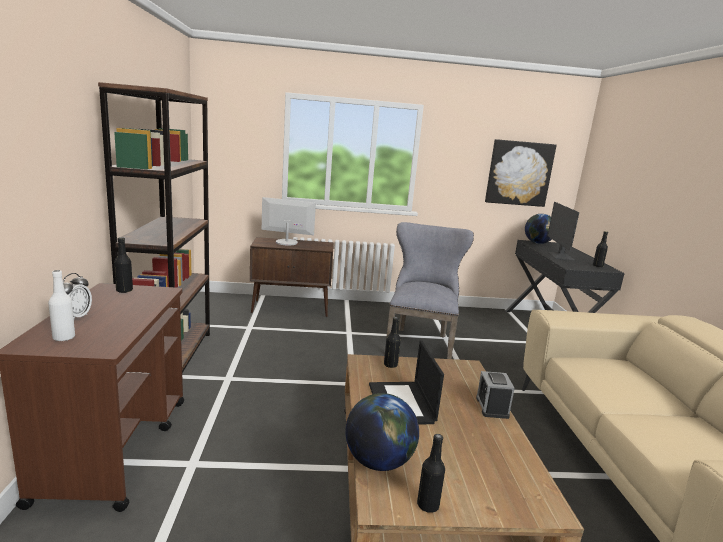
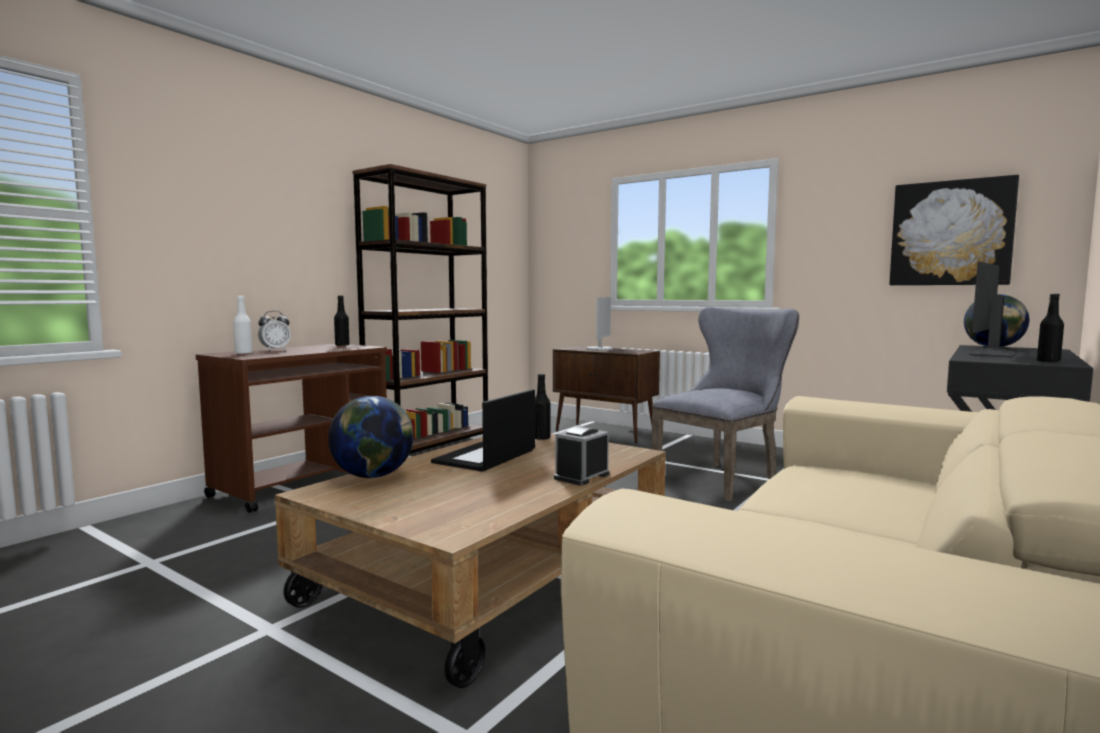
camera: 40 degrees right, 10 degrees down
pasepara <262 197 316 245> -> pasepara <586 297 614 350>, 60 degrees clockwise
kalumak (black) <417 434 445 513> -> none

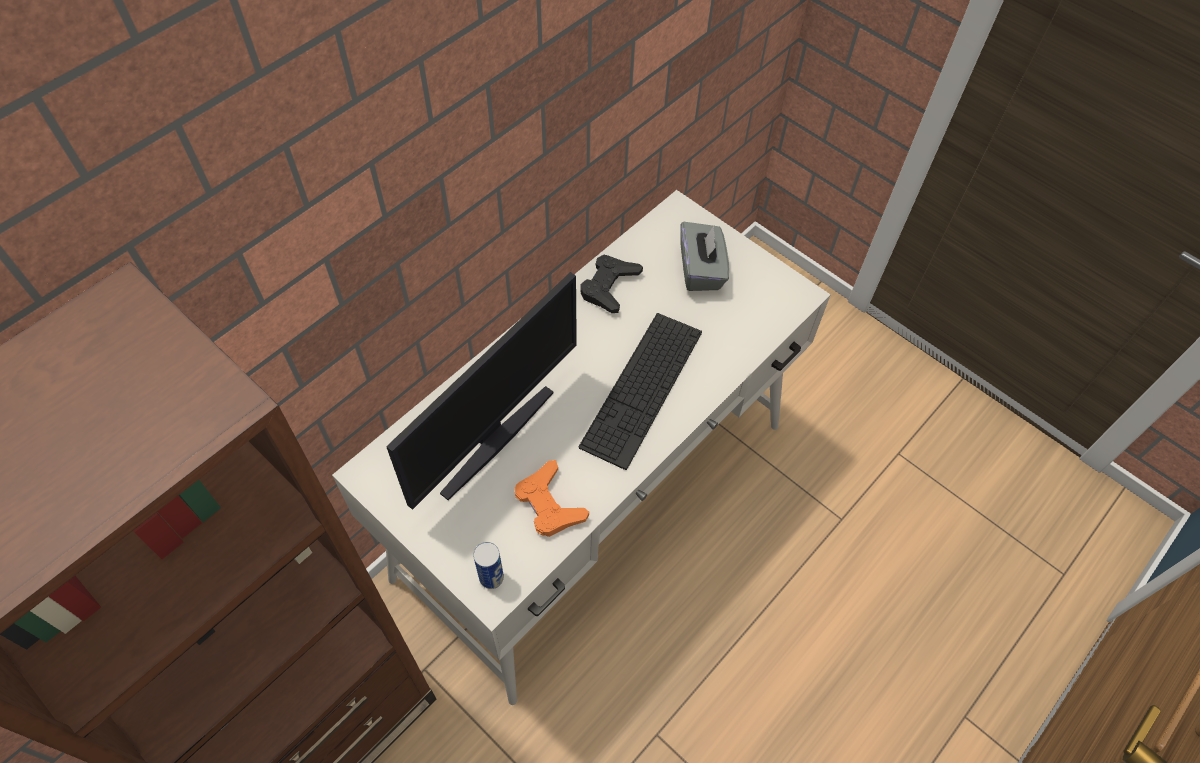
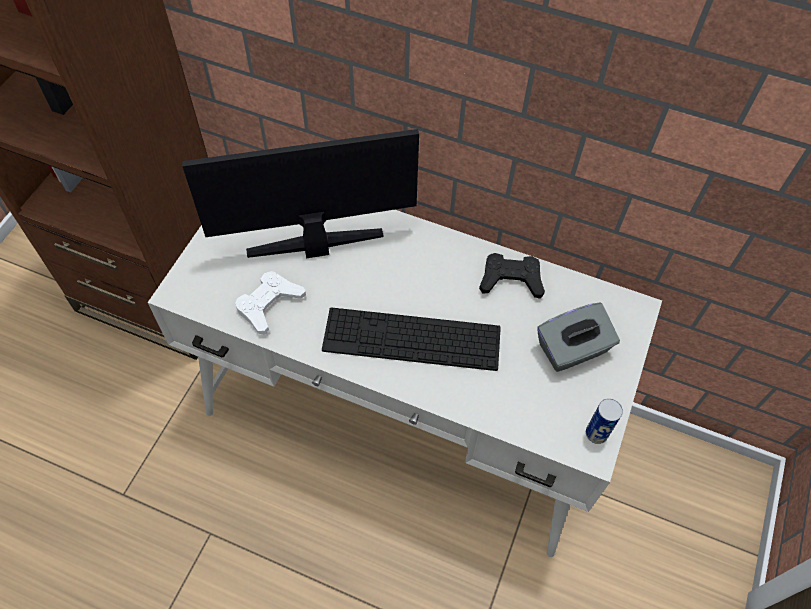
camera: 70 degrees right, 0 degrees up
pasepara <386 272 577 510> -> pasepara <182 129 419 258>, 150 degrees clockwise
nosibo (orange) <515 460 589 537> -> nosibo (white) <235 271 306 335>
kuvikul <473 542 504 589> -> kuvikul <586 399 623 444>, move

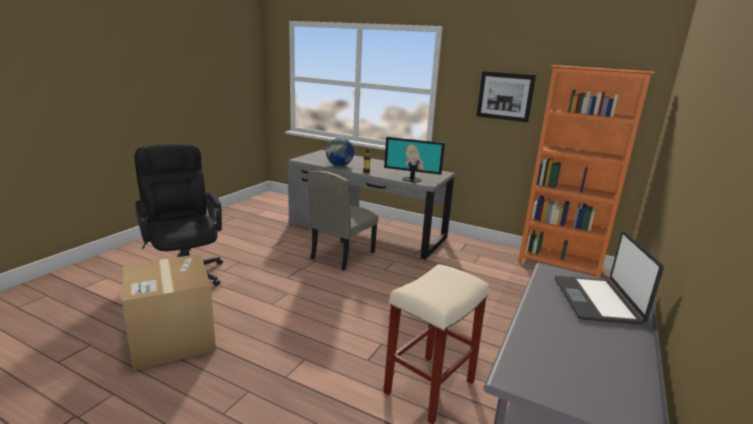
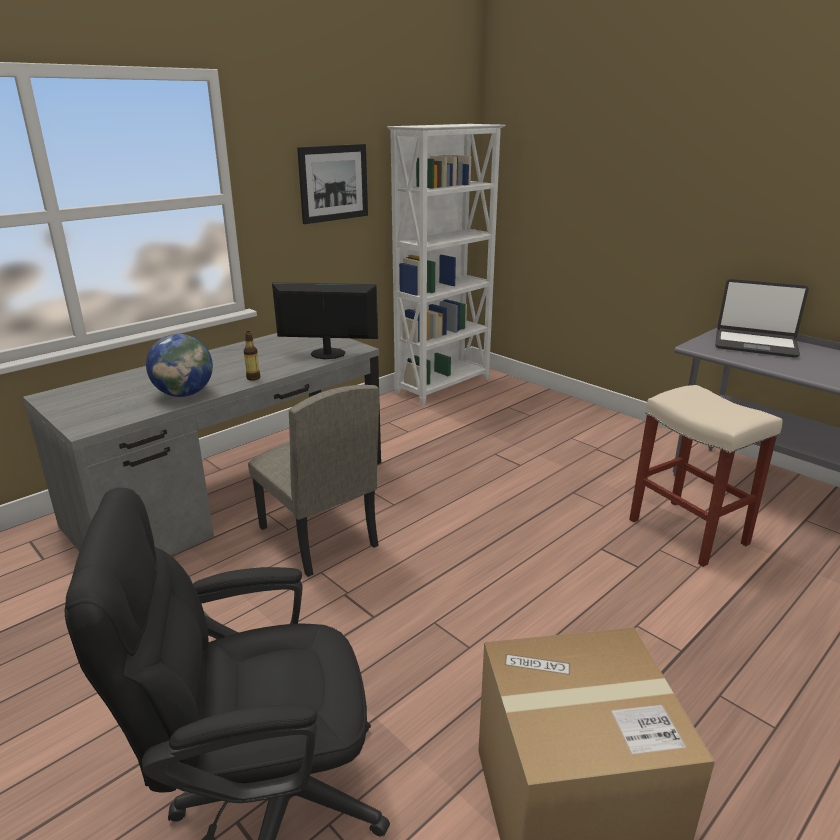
camera: 70 degrees left, 5 degrees up
pasepara <384 137 445 183> -> pasepara <272 282 378 359>, 120 degrees counterclockwise
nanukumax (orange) <518 65 655 278> -> nanukumax (white) <387 124 506 405>

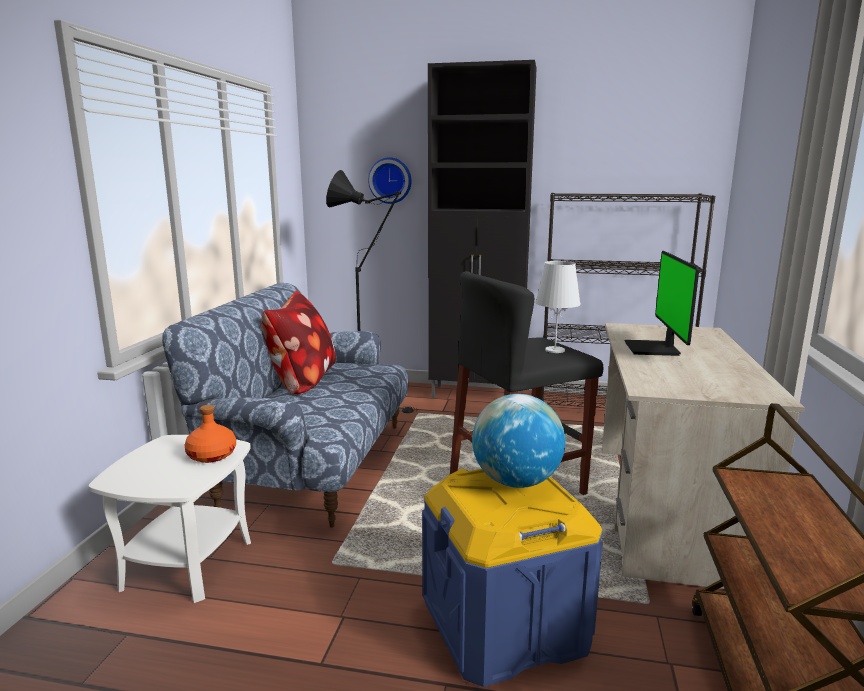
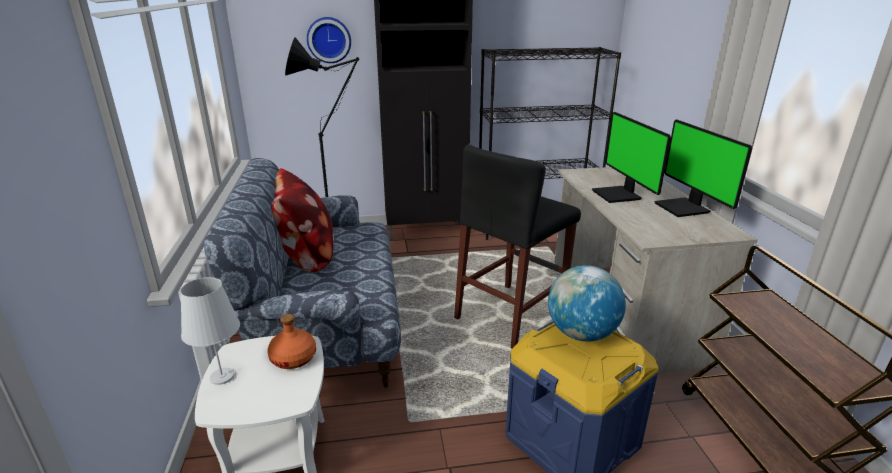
camera: 20 degrees left, 10 degrees up
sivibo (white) <535 261 581 353> -> sivibo (white) <180 277 240 385>, move
none -> pasepara <654 120 752 217>

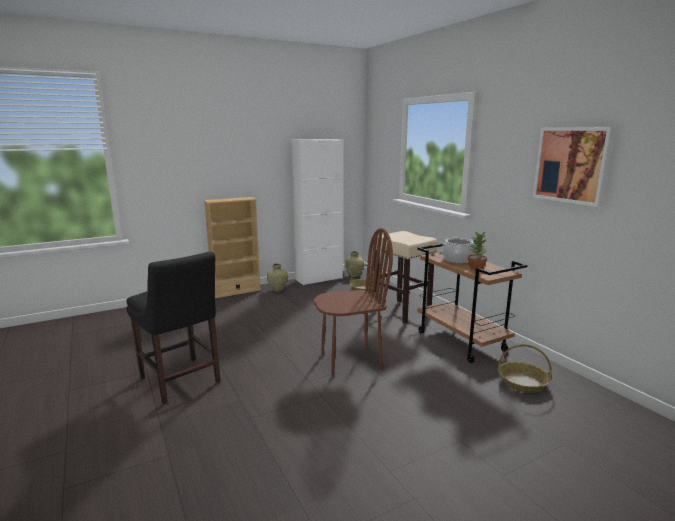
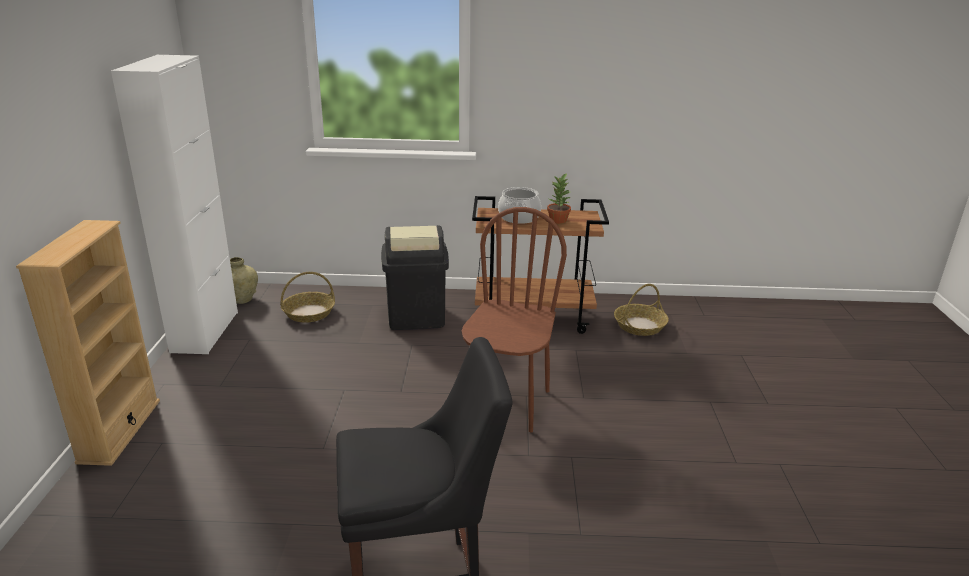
camera: 60 degrees left, 10 degrees up
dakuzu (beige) <374 231 438 323> -> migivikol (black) <381 225 449 330>
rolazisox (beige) <267 263 288 292> -> none
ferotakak <533 127 614 207> -> none

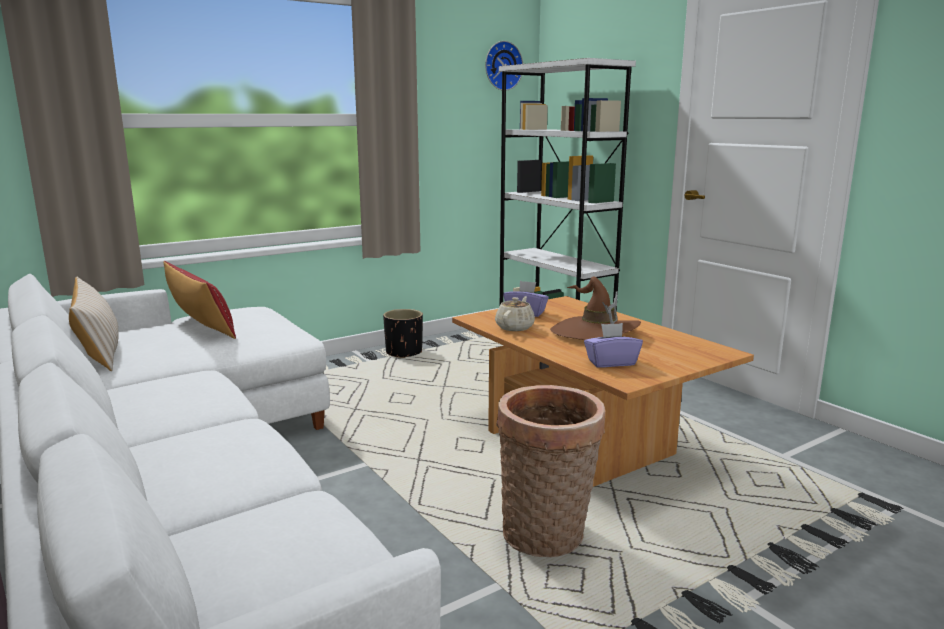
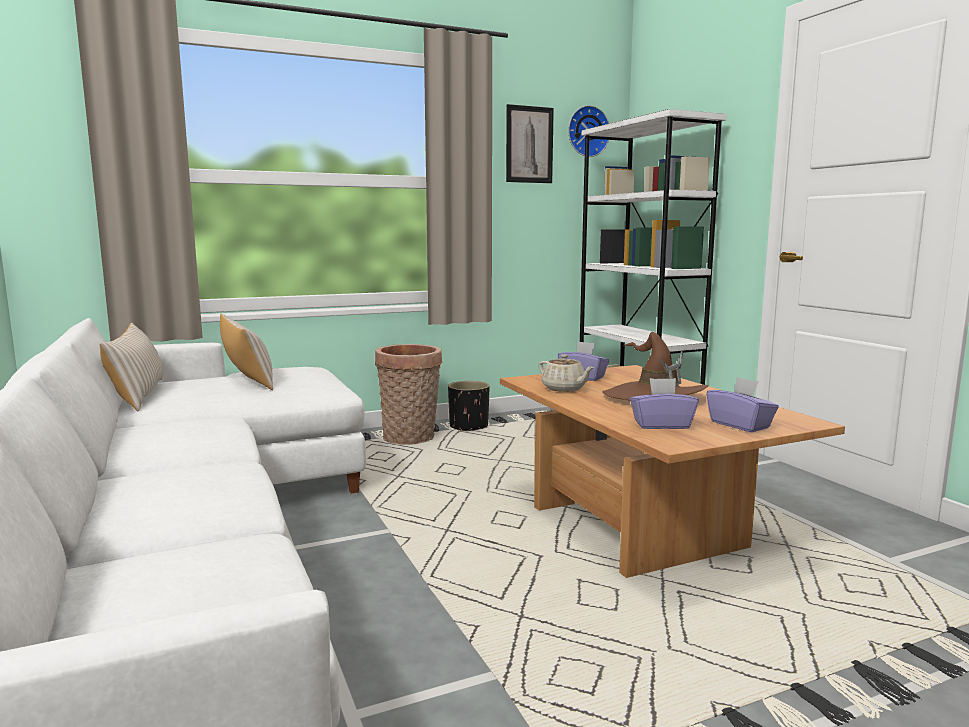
camera: 10 degrees right, 5 degrees down
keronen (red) <163 261 236 339> -> keronen (beige) <220 314 273 390>
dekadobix <496 385 605 557> -> dekadobix <375 344 442 445>, move
none -> ferotakak <506 104 554 183>
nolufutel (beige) <495 296 535 331> -> nolufutel (beige) <539 354 594 392>, 105 degrees clockwise
none -> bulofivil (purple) <706 377 779 432>

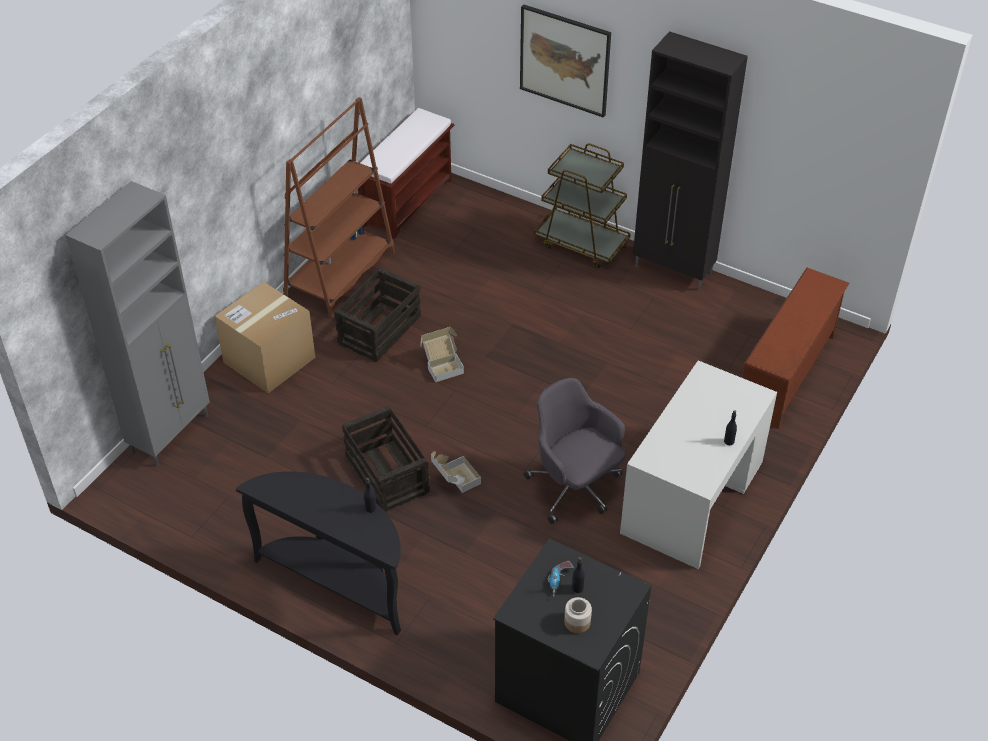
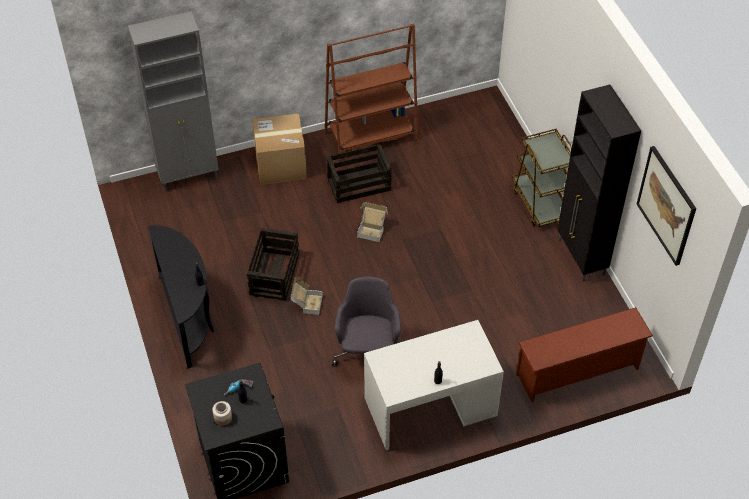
camera: 40 degrees right, 5 degrees up
ferotakak <520 4 611 118> -> ferotakak <637 146 696 266>, move
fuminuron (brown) <358 108 454 239> -> none

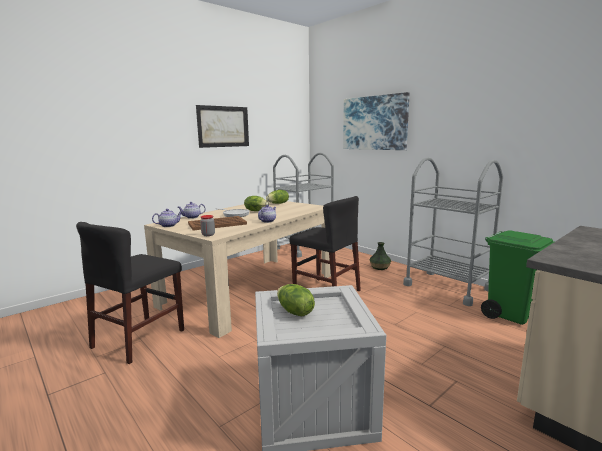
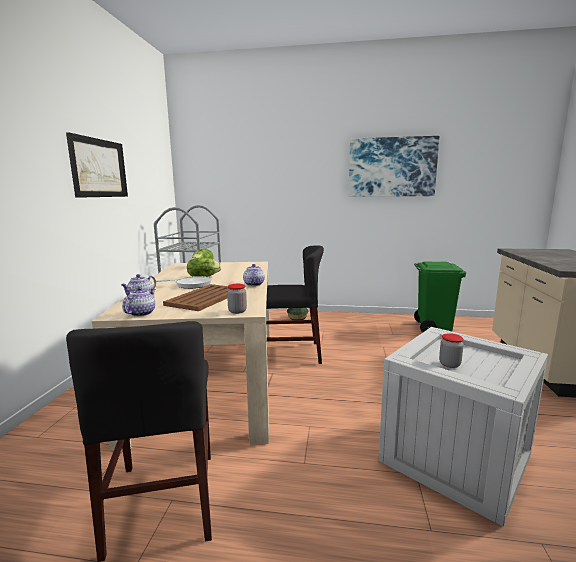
camera: 40 degrees left, 0 degrees up
ferotakak <343 92 410 150> -> ferotakak <348 136 439 197>, move
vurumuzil <277 284 315 316> -> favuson <439 333 464 368>
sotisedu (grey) <403 157 503 306> -> none

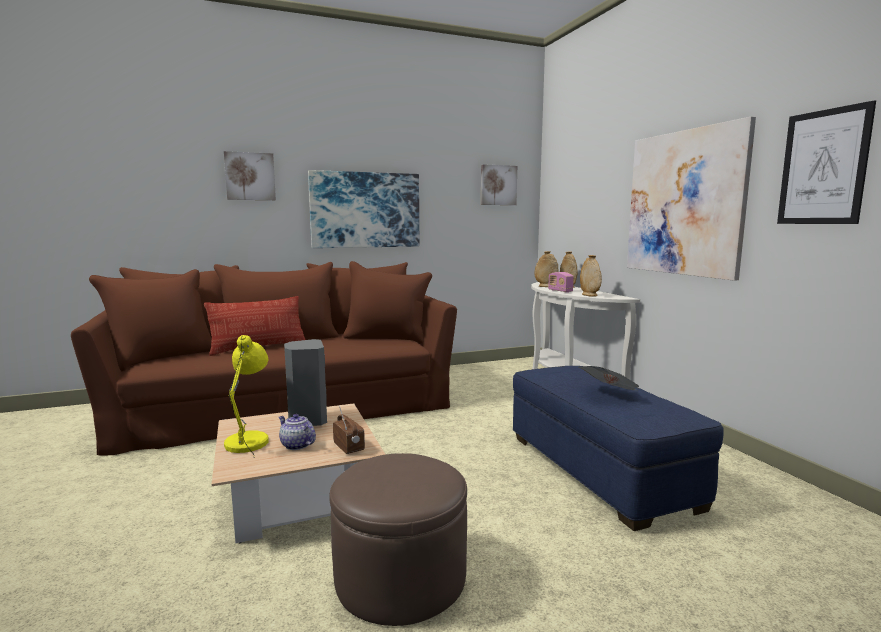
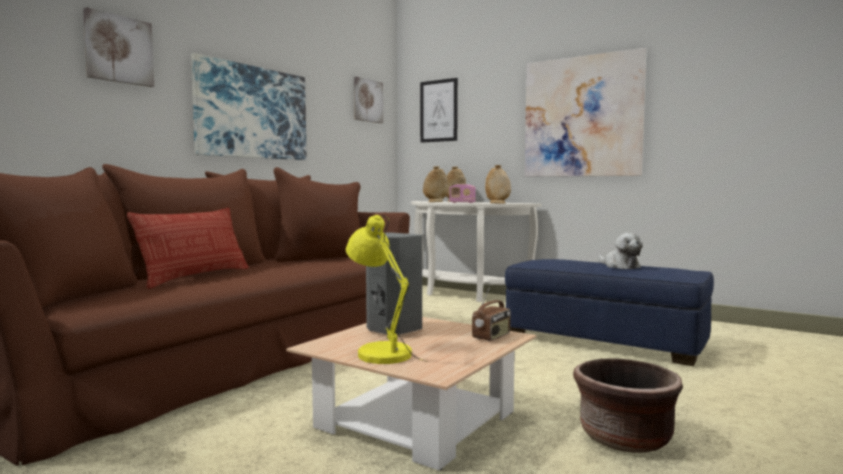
camera: 35 degrees left, 5 degrees down
ferotakak <777 100 876 224> -> ferotakak <420 78 458 143>, move
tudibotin <333 405 365 454> -> tudibotin <472 286 511 341>, 105 degrees clockwise
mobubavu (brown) <329 453 467 626> -> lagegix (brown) <573 358 683 453>
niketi <579 366 640 390> -> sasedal <598 233 643 269>
nolufutel <279 414 316 450> -> none

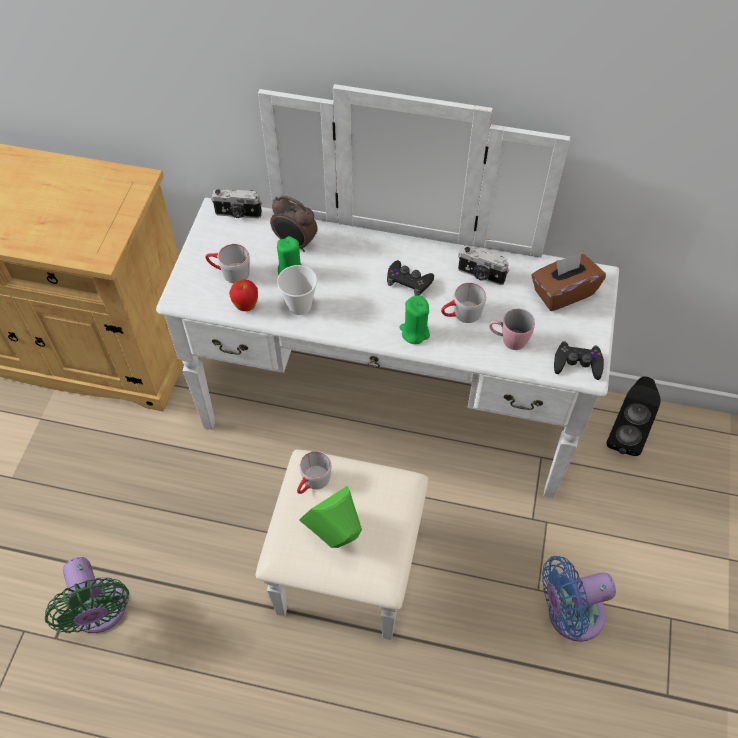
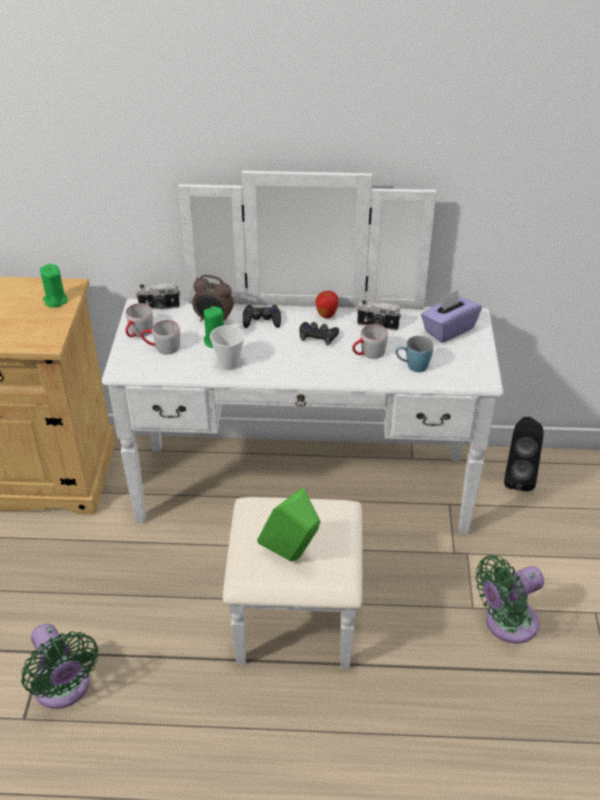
camera: 10 degrees left, 15 degrees down
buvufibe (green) <399 295 430 344> -> buvufibe (green) <40 264 68 308>, move
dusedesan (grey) <297 451 331 494> -> dusedesan (grey) <125 303 153 337>, move
nosibo (black) <554 341 604 380> -> nosibo (black) <243 305 281 328>, move
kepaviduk <229 280 258 311> -> kepaviduk <316 291 339 319>, move
dusedesan (pink) <489 308 535 350> -> dusedesan (blue) <395 336 433 372>
bulofivil (brown) <532 253 606 311> -> bulofivil (purple) <421 290 482 343>
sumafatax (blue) <542 556 616 642> -> sumafatax (green) <476 555 544 644>

